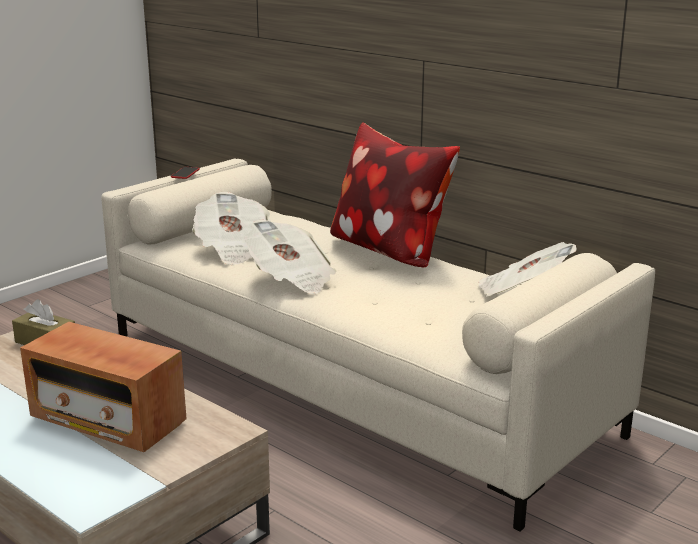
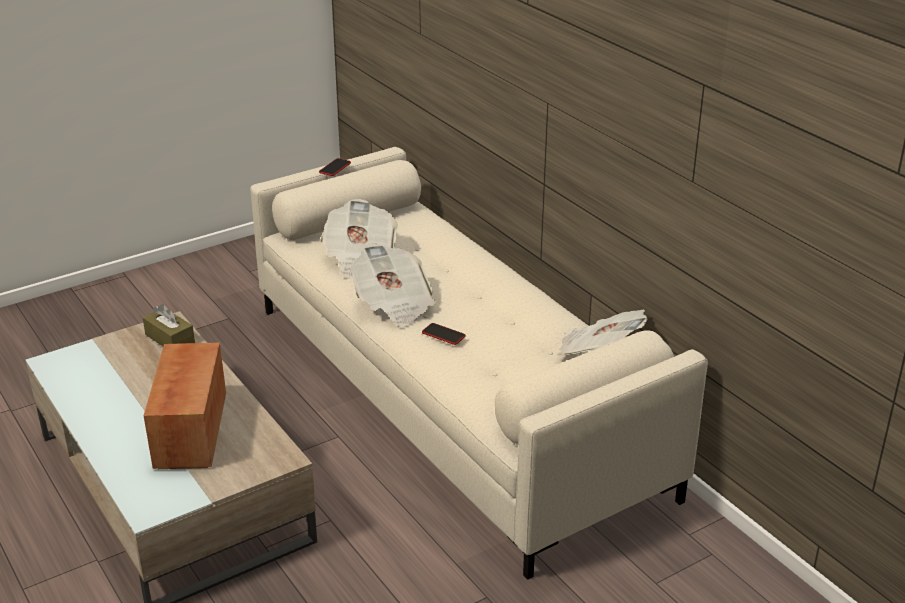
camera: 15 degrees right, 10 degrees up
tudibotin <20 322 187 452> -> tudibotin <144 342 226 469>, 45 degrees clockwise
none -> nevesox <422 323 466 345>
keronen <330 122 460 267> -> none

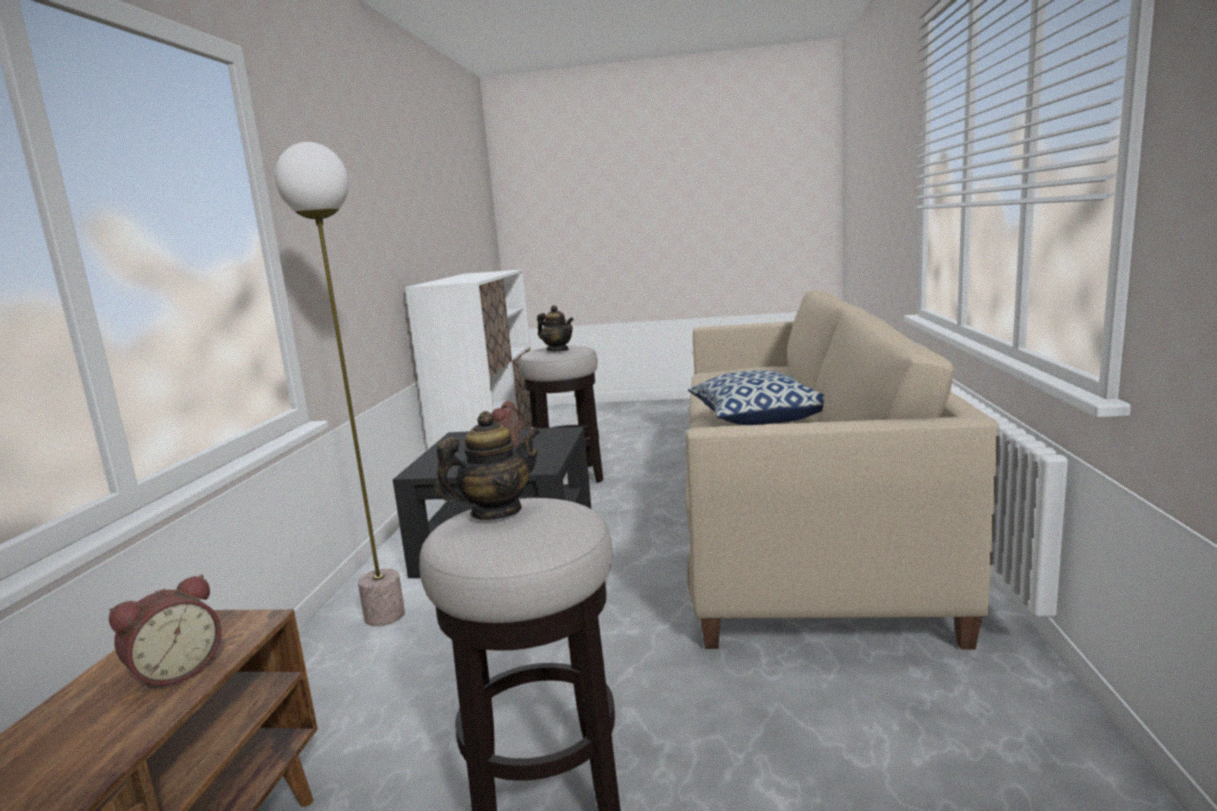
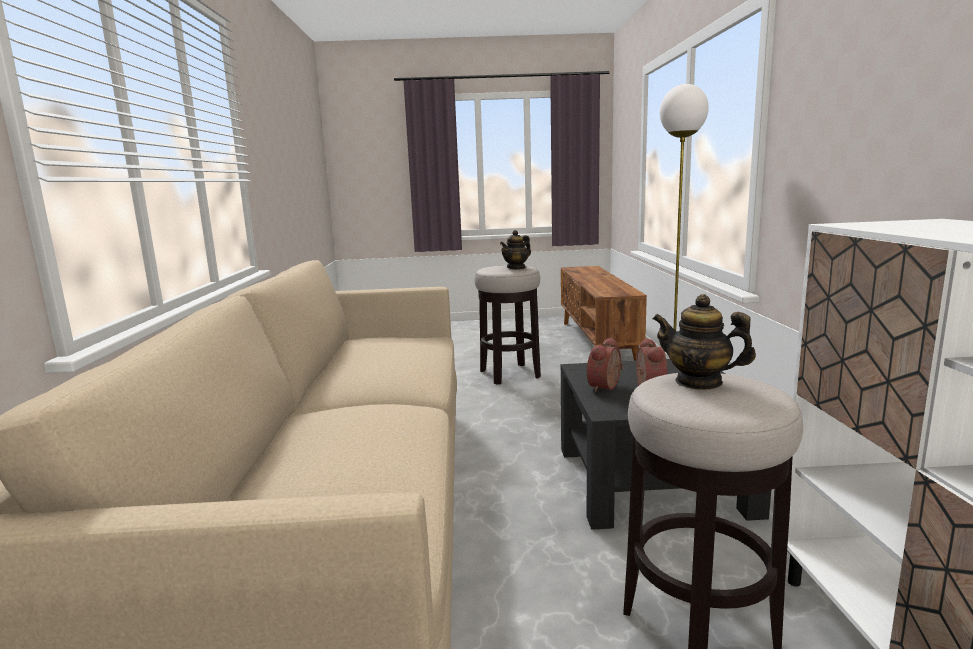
camera: 170 degrees right, 0 degrees up
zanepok <109 574 221 693> -> zanepok <587 337 623 392>, move
keronen <688 370 824 425> -> none

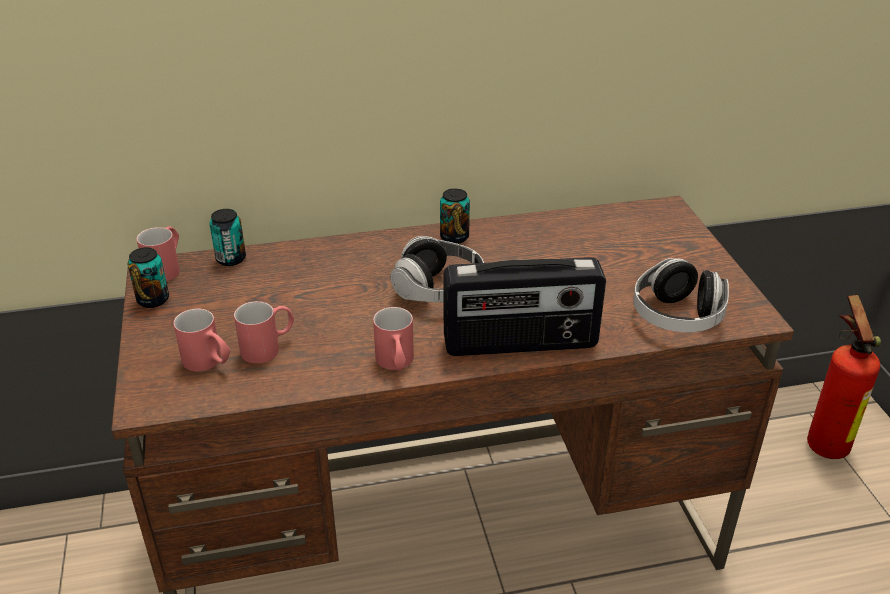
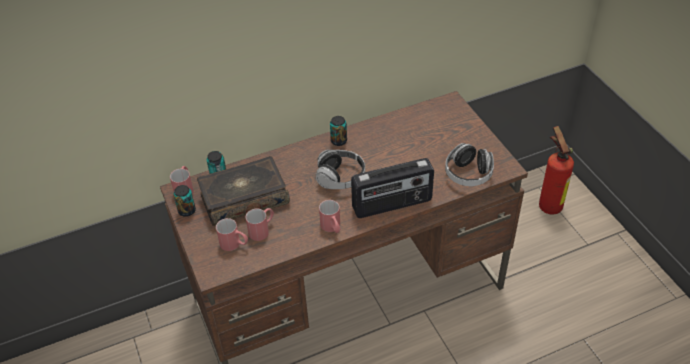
camera: 10 degrees left, 10 degrees up
none -> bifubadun <197 156 290 226>

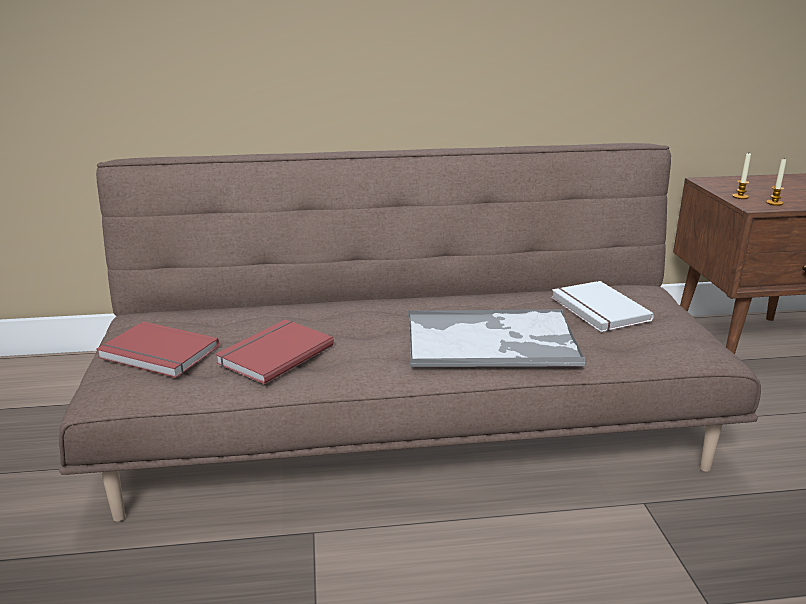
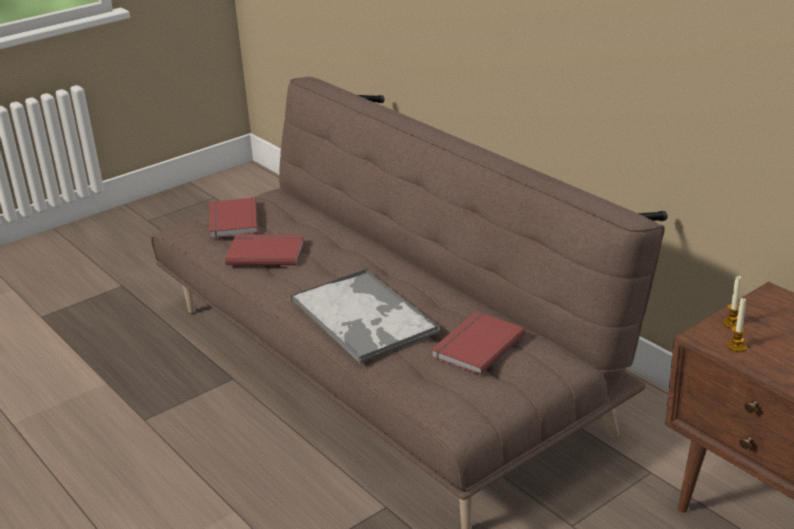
camera: 60 degrees right, 5 degrees up
bifubadun (white) <551 281 654 332> -> bifubadun (red) <431 312 525 375>

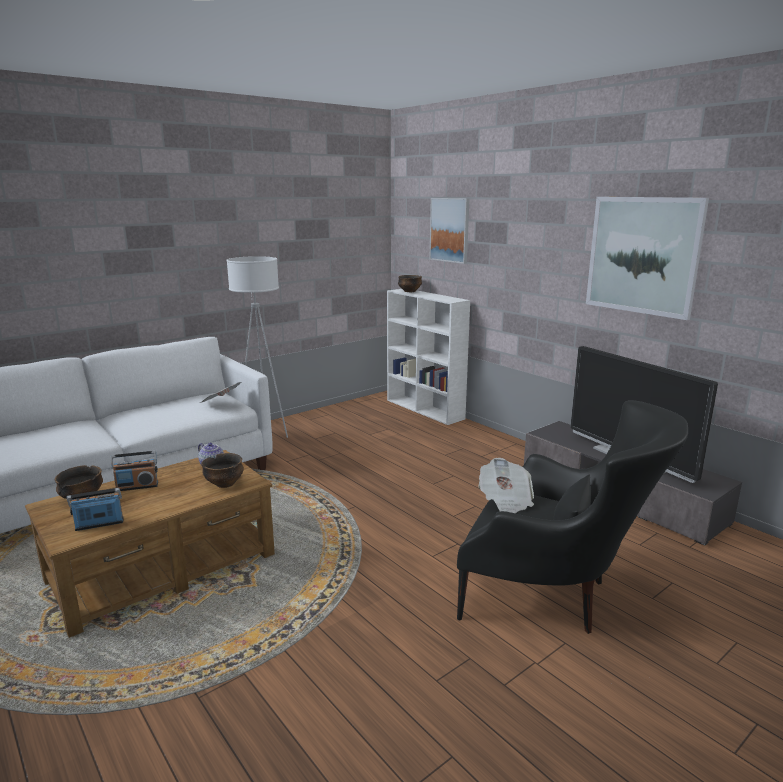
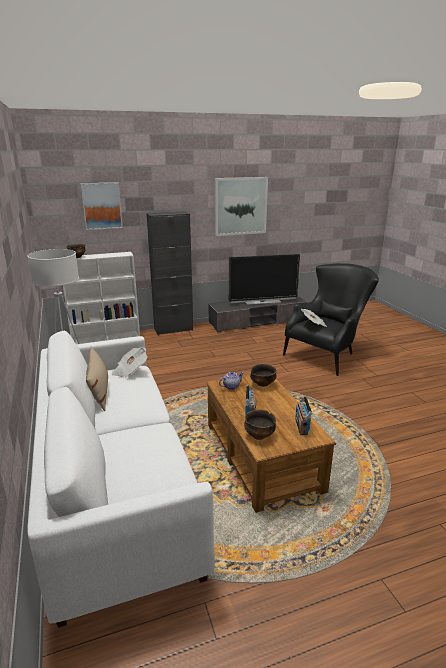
camera: 70 degrees left, 5 degrees up
none -> keronen (beige) <86 346 108 411>
none -> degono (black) <146 211 193 335>

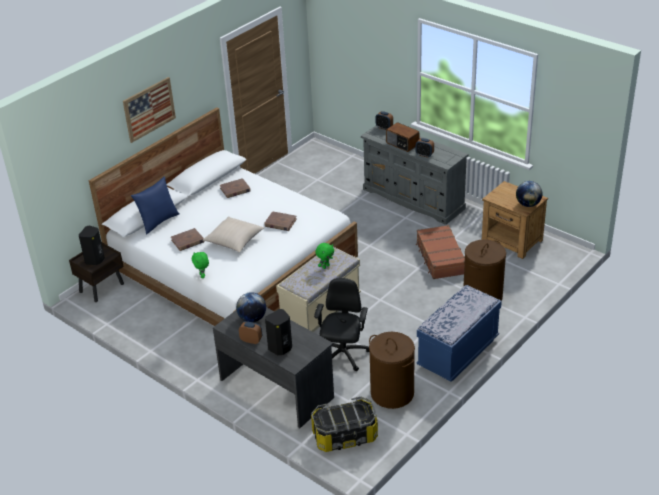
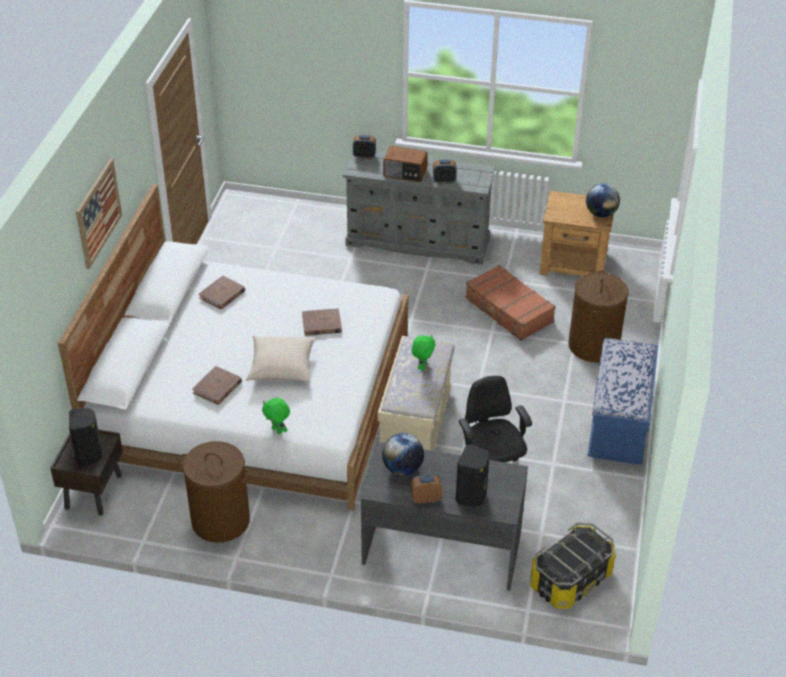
camera: 30 degrees left, 5 degrees up
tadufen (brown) <369 332 415 409> -> tadufen (brown) <178 441 250 543>, move
keronen (blue) <131 176 179 234> -> none

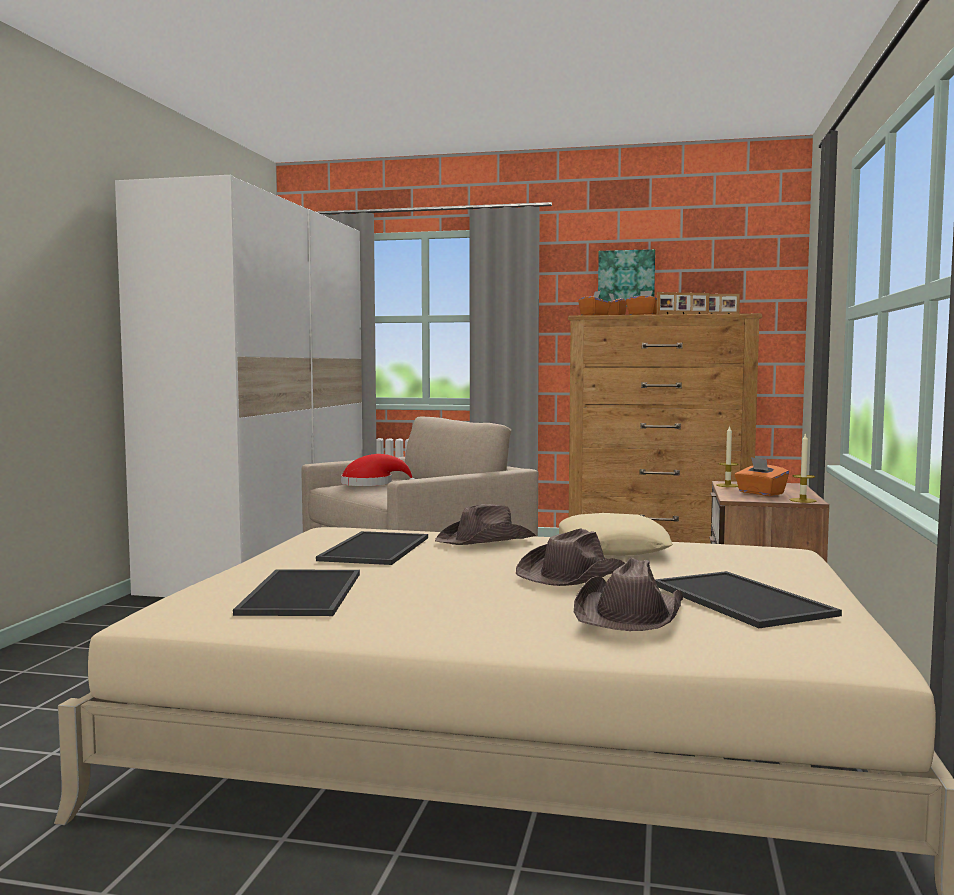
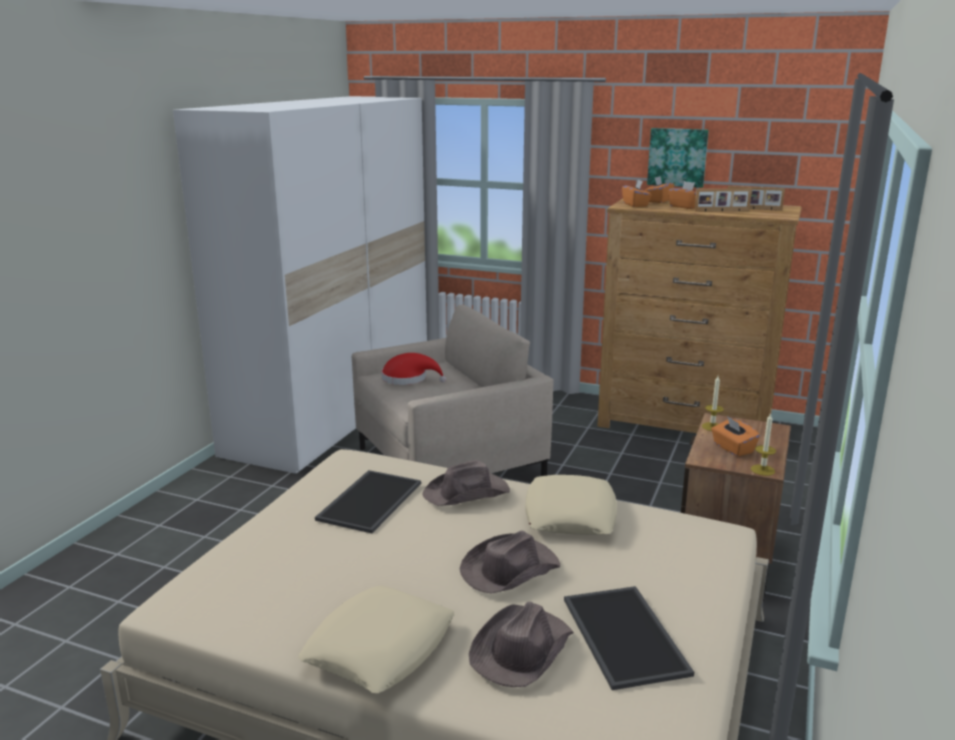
camera: 10 degrees right, 15 degrees up
none -> keronen (beige) <298 586 455 693>
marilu <233 569 360 616> -> none

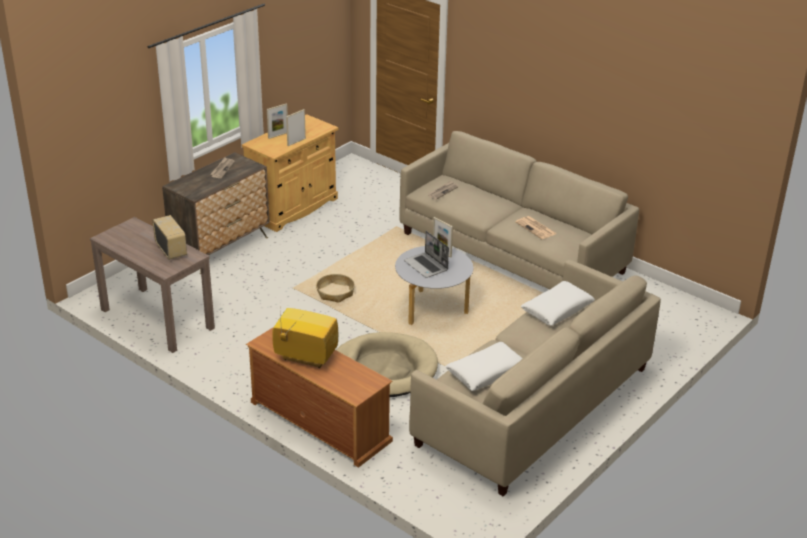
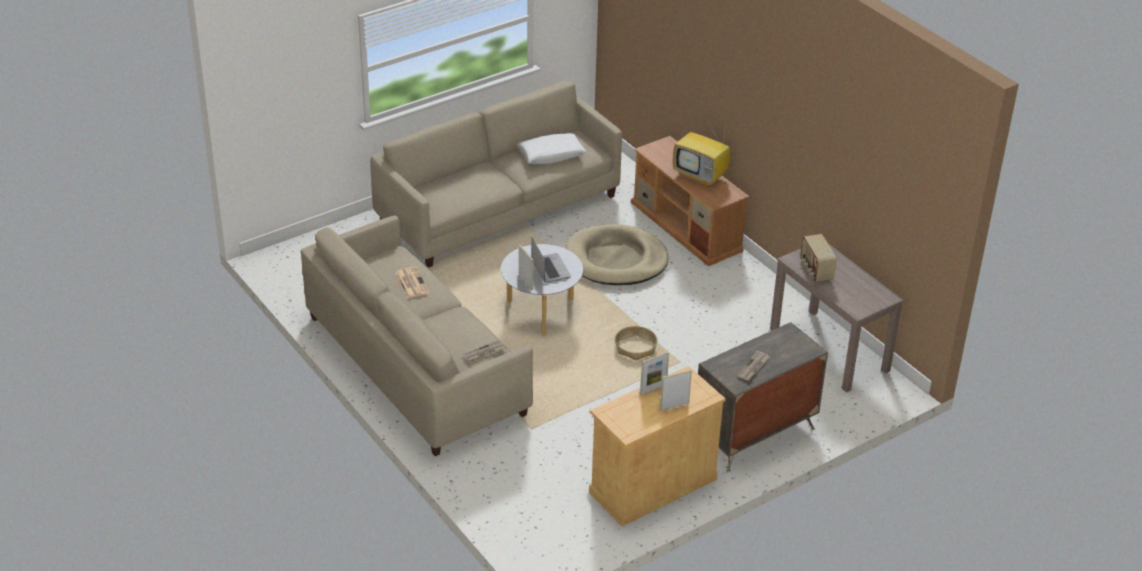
camera: 165 degrees left, 5 degrees up
keronen (white) <521 281 595 326> -> none

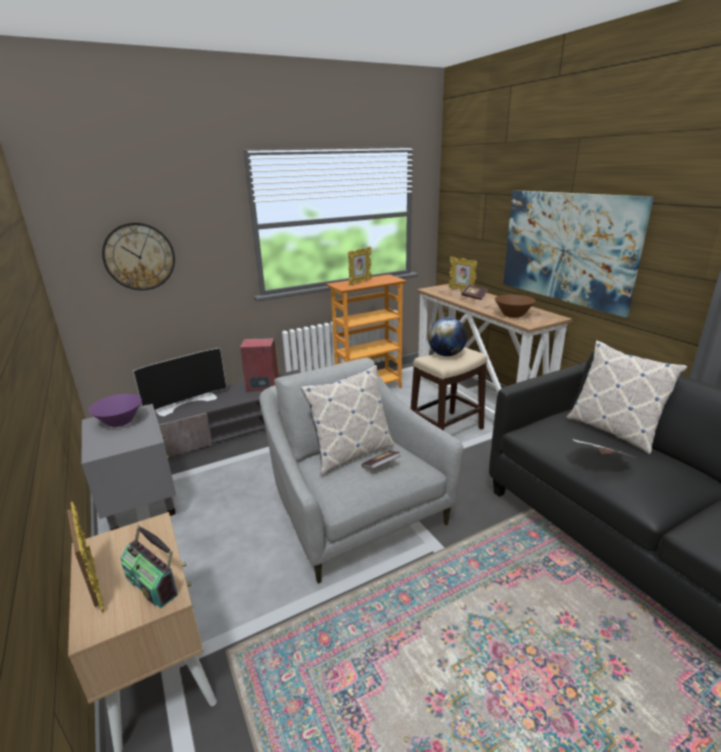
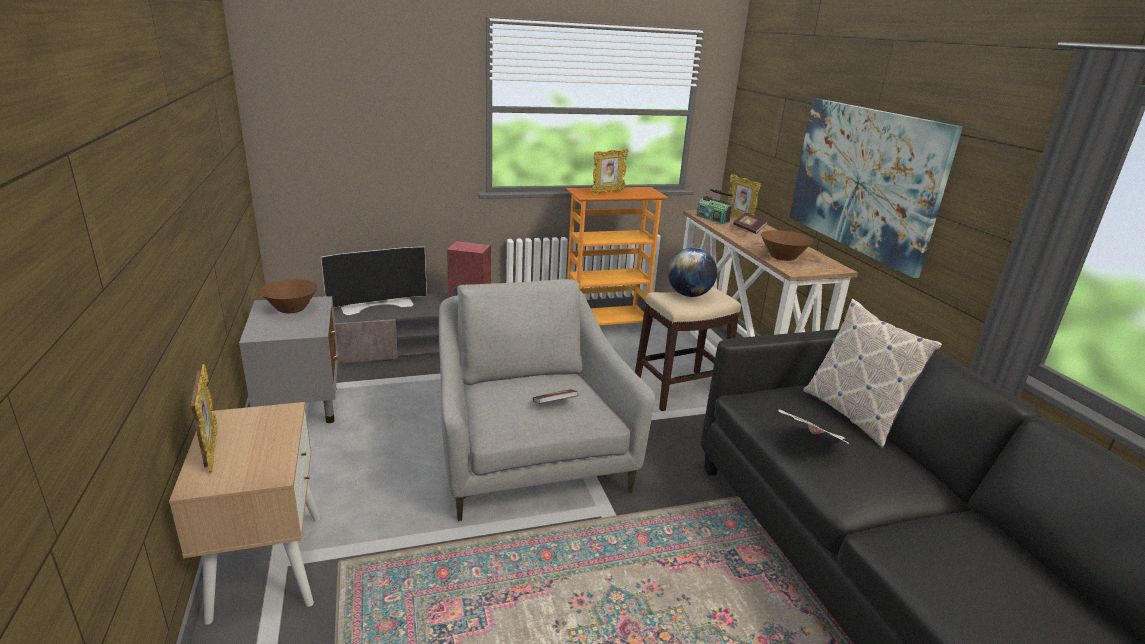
camera: 10 degrees right, 0 degrees up
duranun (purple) <89 394 142 427> -> duranun (brown) <260 279 318 313>
tudibotin <121 525 178 608> -> tudibotin <697 188 735 224>, move
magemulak <102 223 175 290> -> none
keronen <300 365 394 475> -> none

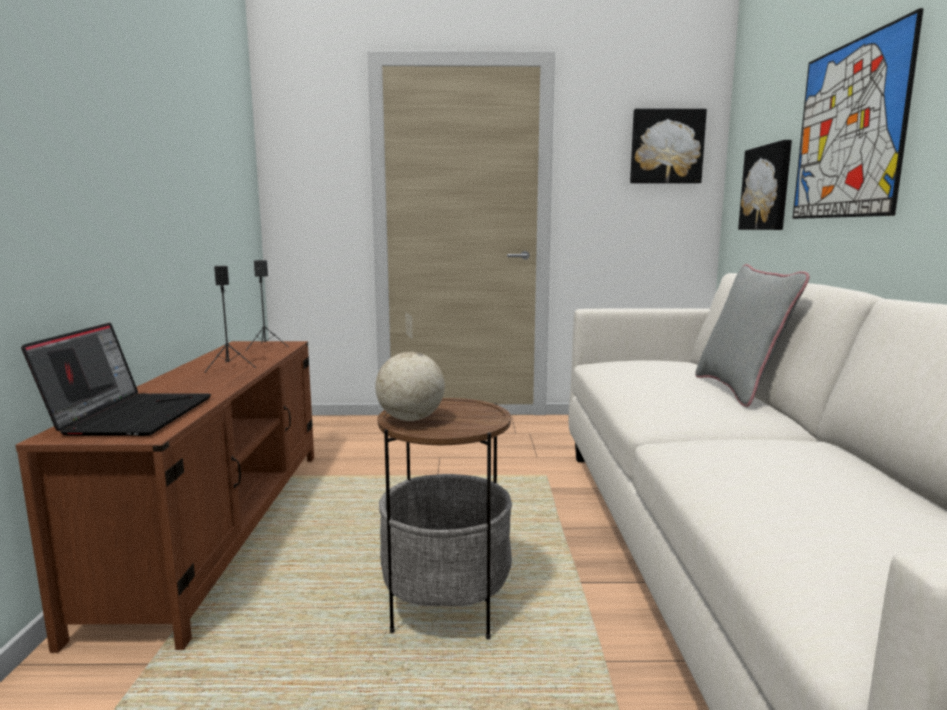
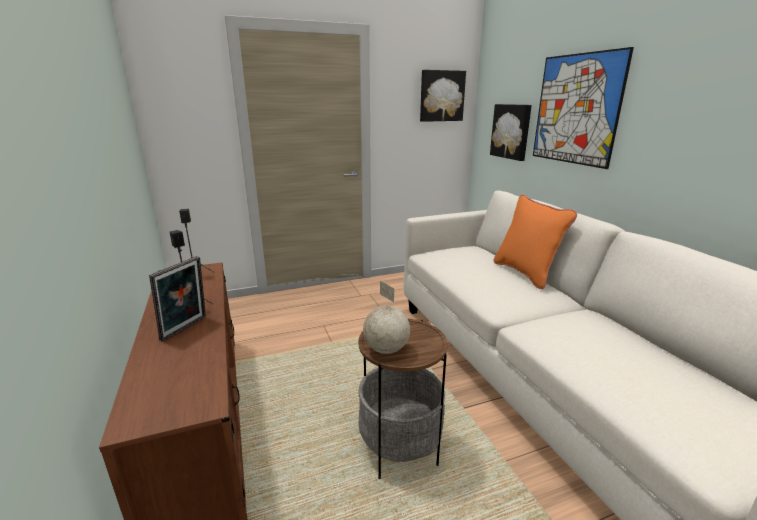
camera: 20 degrees left, 10 degrees up
none -> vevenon <149 256 206 342>
keronen (grey) <695 264 810 407> -> keronen (orange) <493 195 577 289>
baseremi <21 323 211 436> -> none

